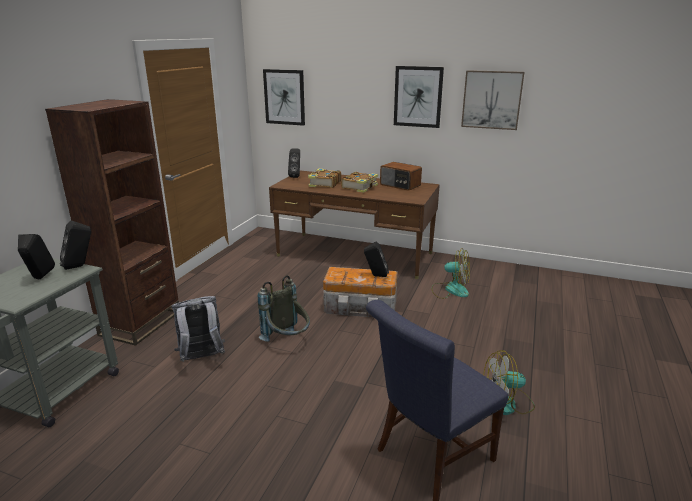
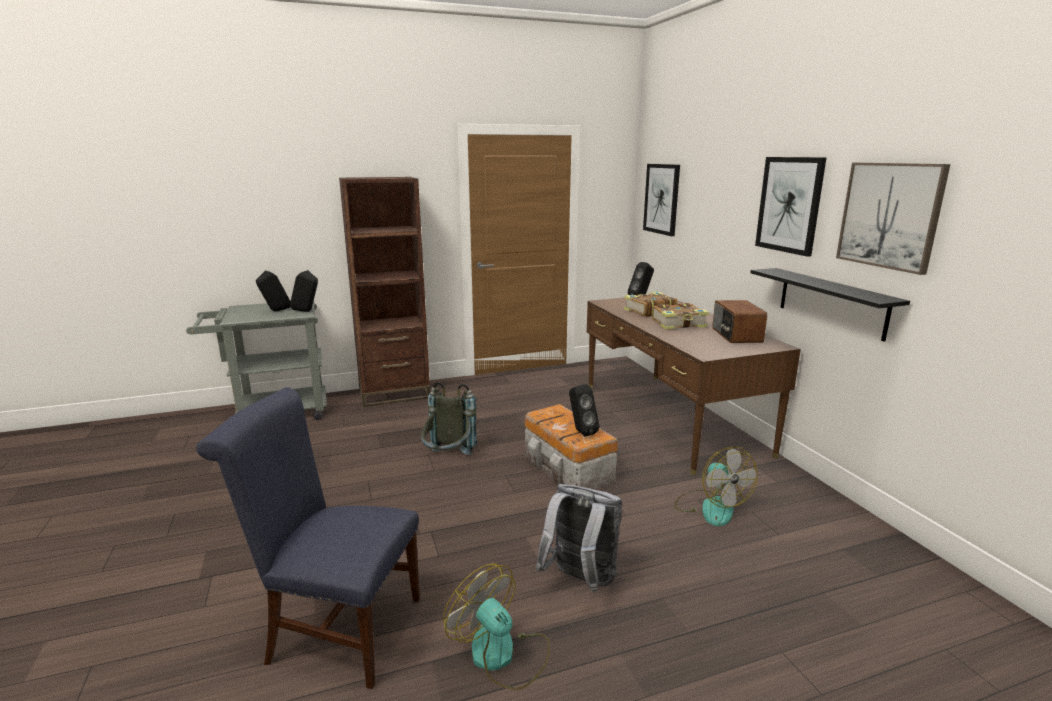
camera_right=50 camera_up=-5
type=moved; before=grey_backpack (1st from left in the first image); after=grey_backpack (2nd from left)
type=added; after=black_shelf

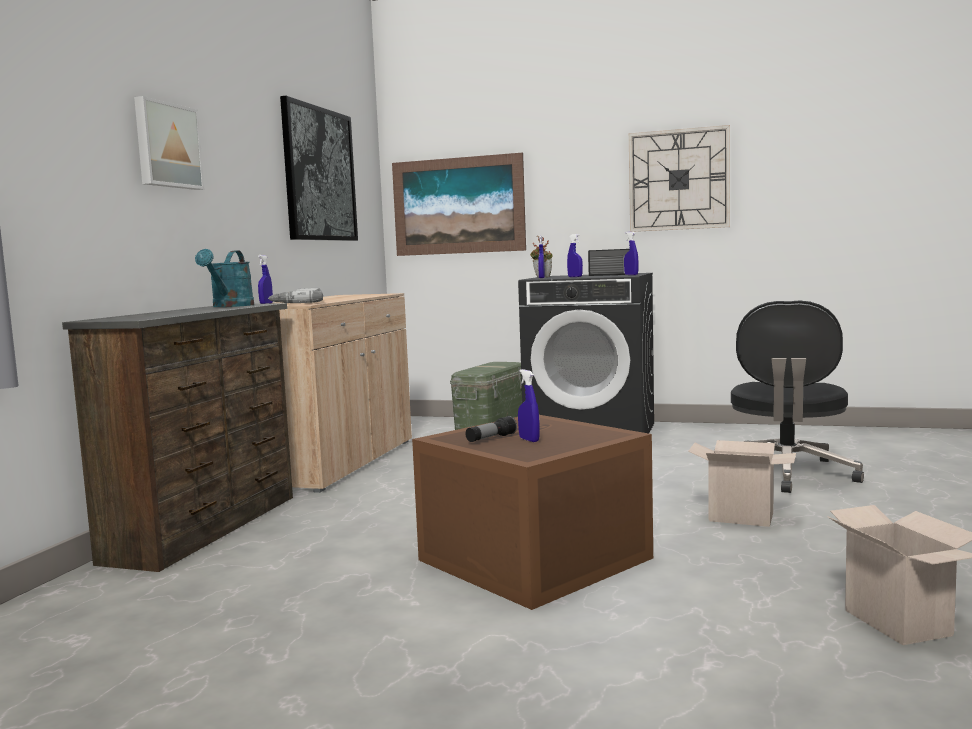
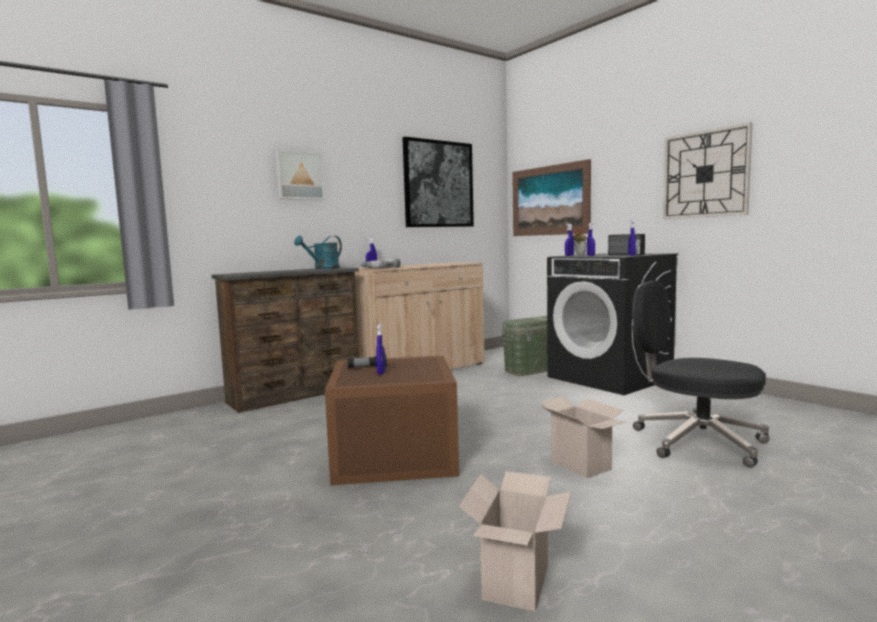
camera_right=35 camera_up=0
type=turned; before=black_office_chair; turn=75

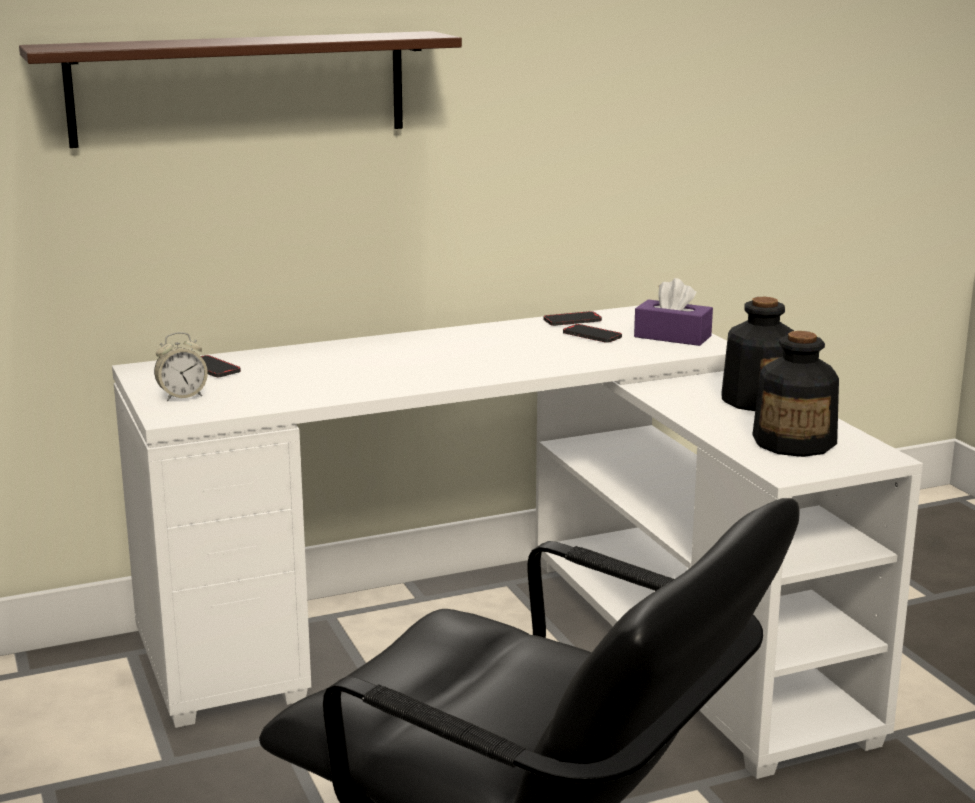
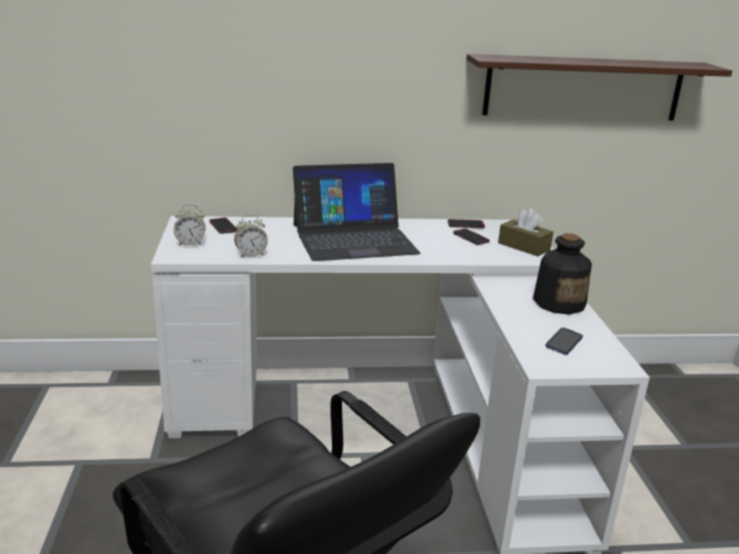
camera_right=15 camera_up=5
type=moved; before=shelf
type=recoloured; before=purple_tissue_box; after=brown_tissue_box
type=replaced; before=bottle (2nd from left); after=phone (4th from left)
type=added; after=laptop
type=added; after=alarm_clock (2nd from left)

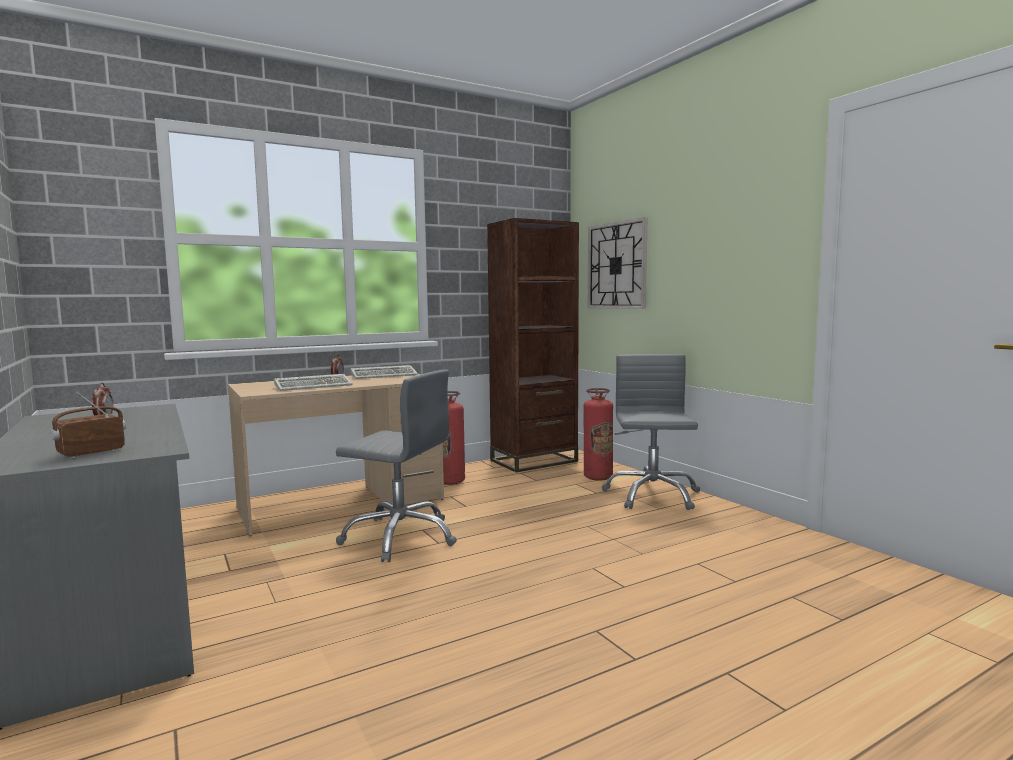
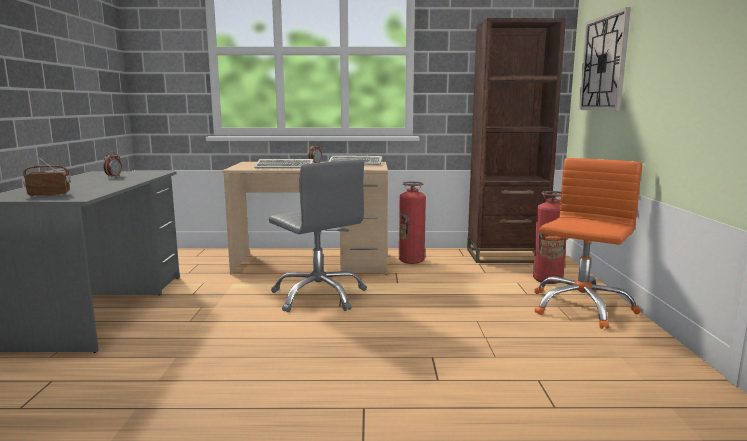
camera_right=30 camera_up=5
type=recoloured; before=grey_office_chair (2nd from left); after=orange_office_chair

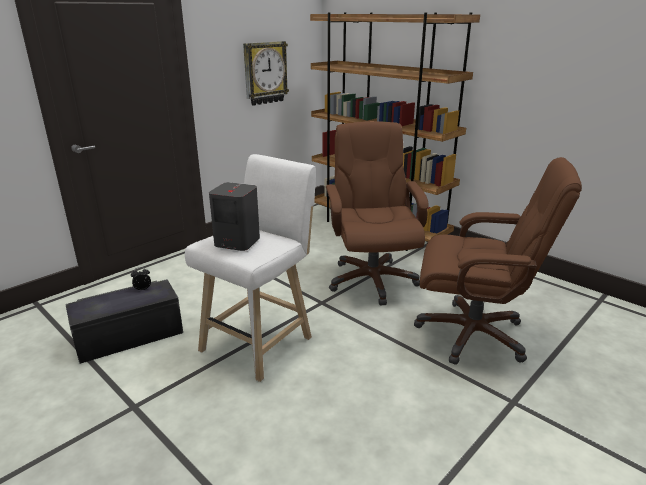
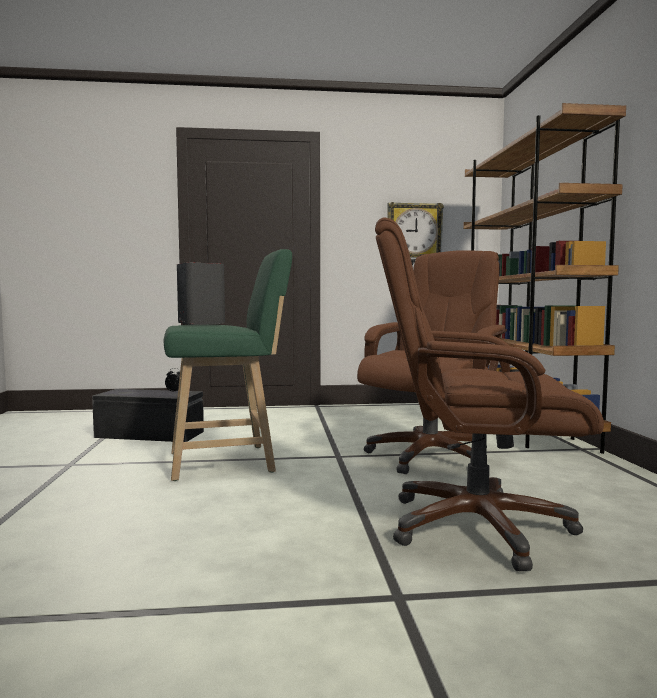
camera_right=40 camera_up=-20
type=recoloured; before=white_stool; after=green_stool
type=turned; before=brown_office_chair (2nd from left); turn=135

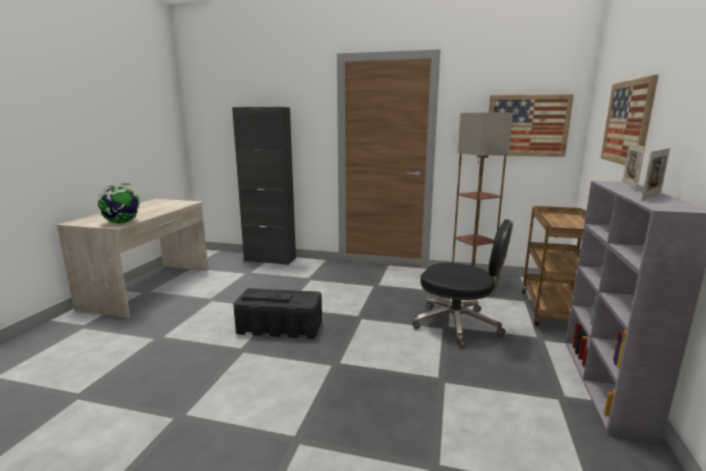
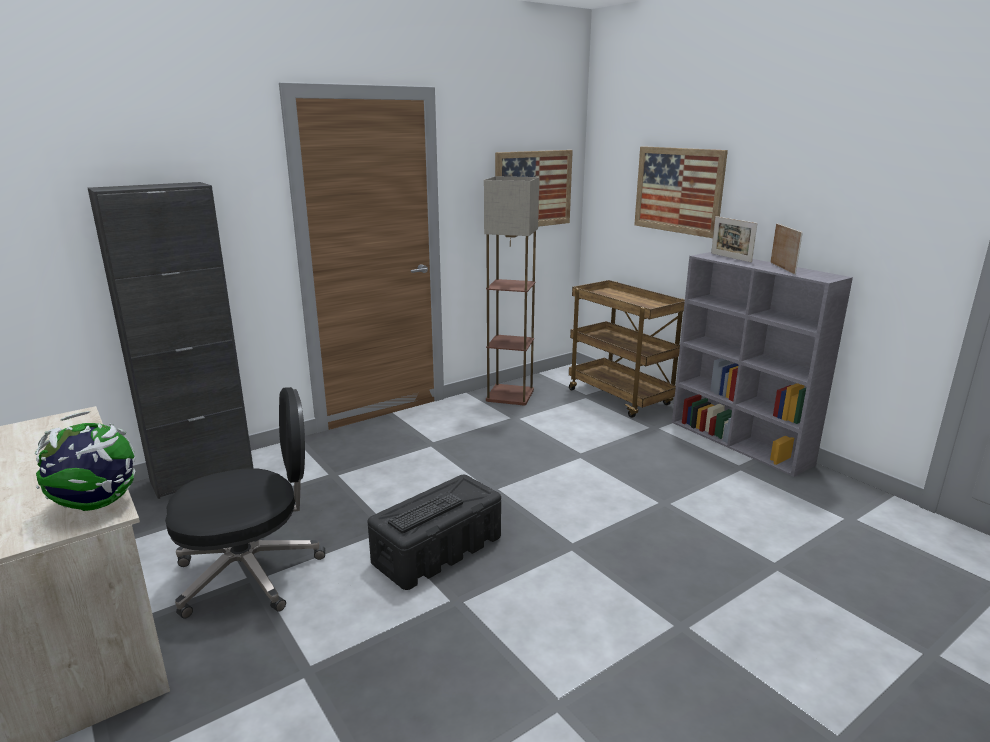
camera_right=-50 camera_up=5
type=moved; before=black_office_chair

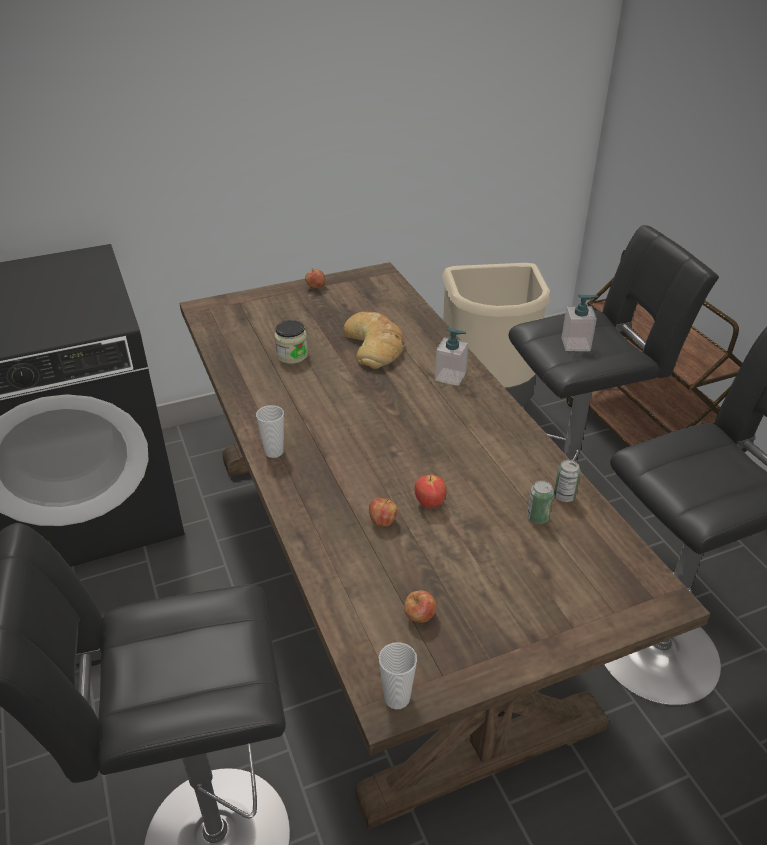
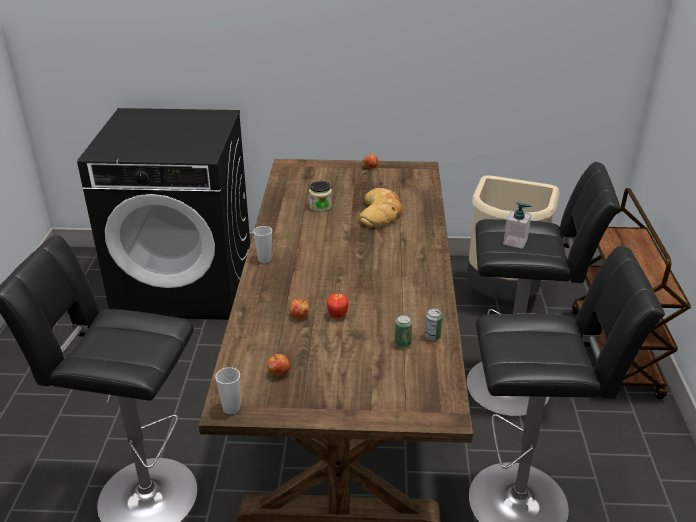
camera_right=25 camera_up=-5
type=removed; before=soap_dispenser (1st from left)

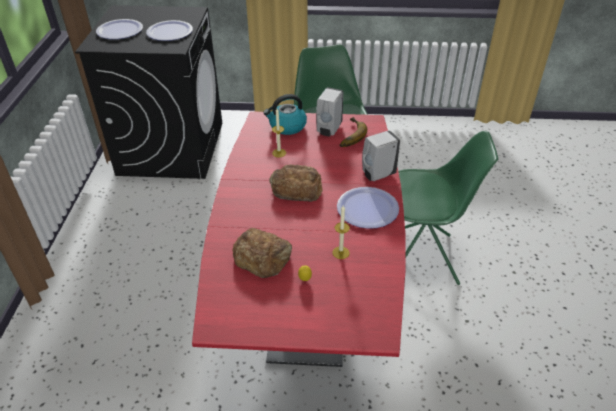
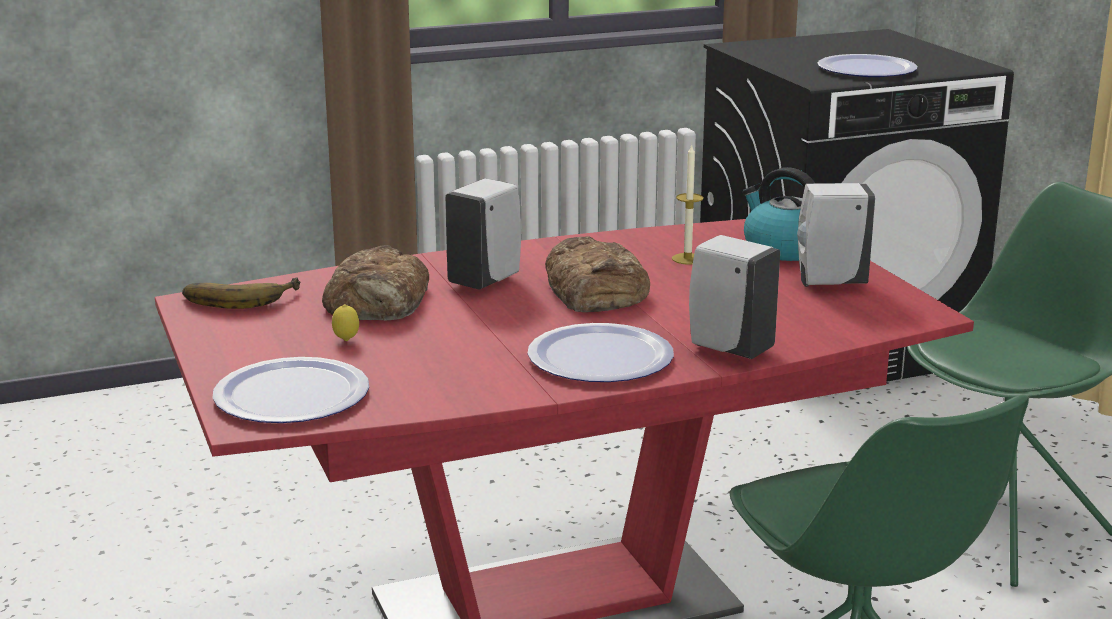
camera_right=65 camera_up=-20
type=moved; before=plate (1st from left)
type=moved; before=banana
type=removed; before=candle (2nd from left)
type=added; after=white_soap_dispenser (1st from left)

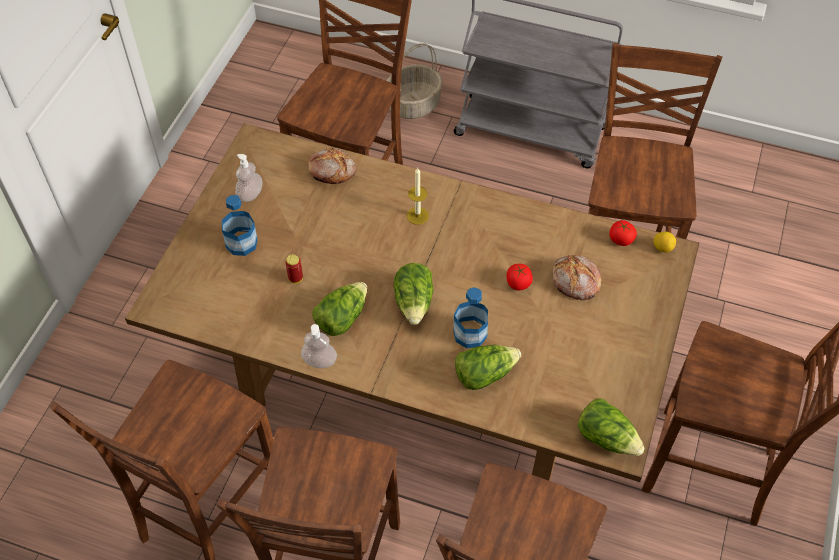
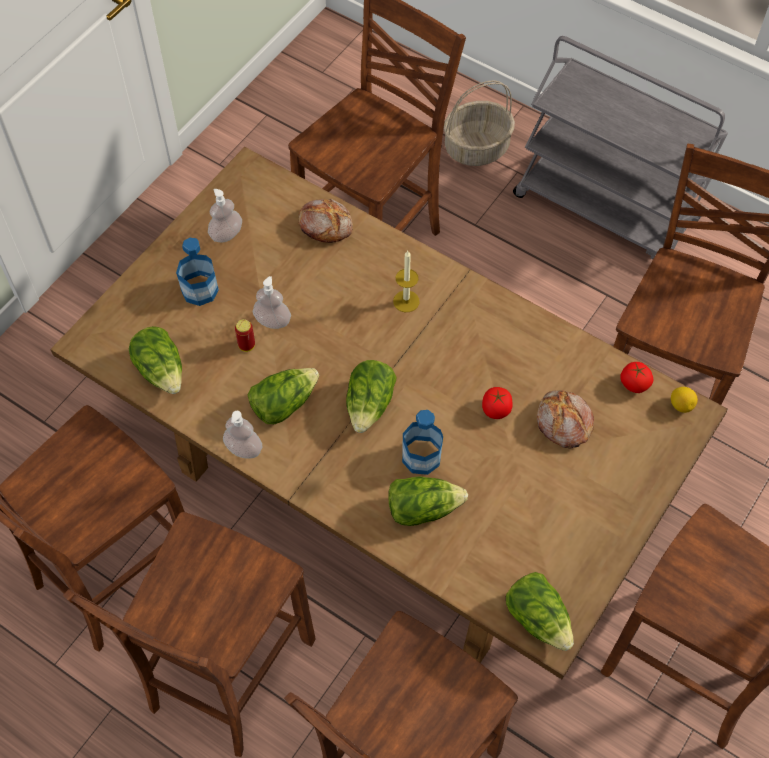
camera_right=15 camera_up=5
type=added; after=soap_dispenser (3rd from left)
type=added; after=lettuce (1st from left)

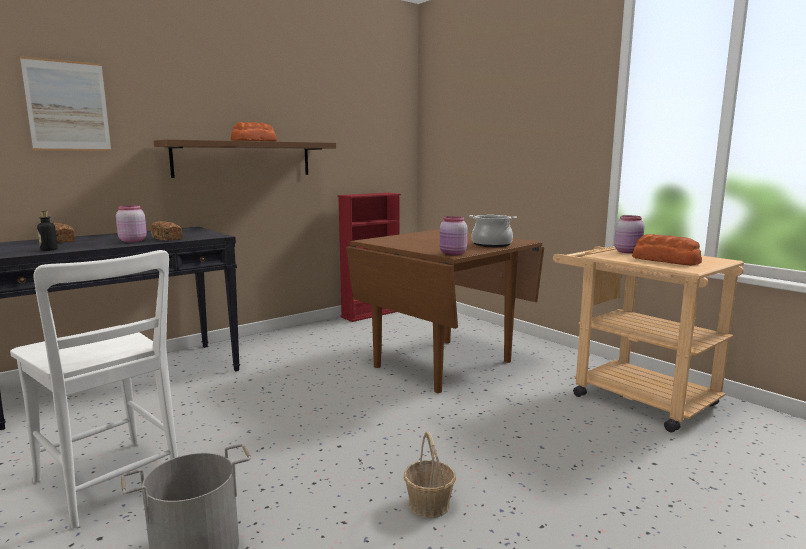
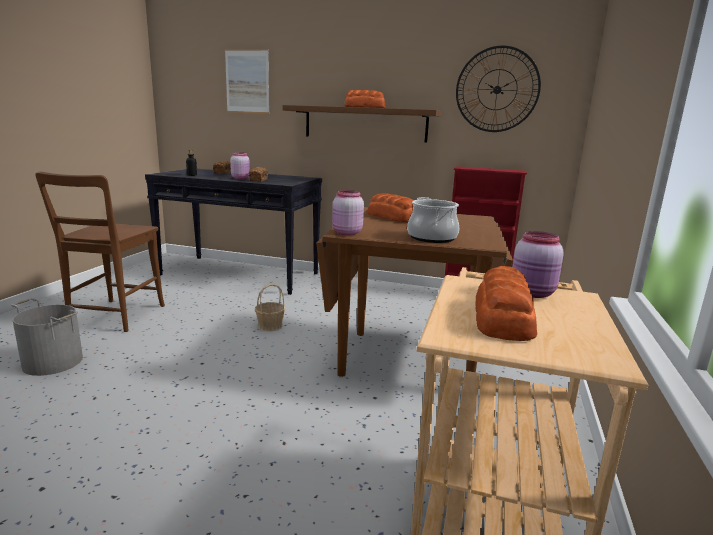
camera_right=55 camera_up=5
type=recoloured; before=white_chair; after=brown_chair
type=moved; before=basket
type=added; after=wall_clock
type=added; after=bread (4th from left)

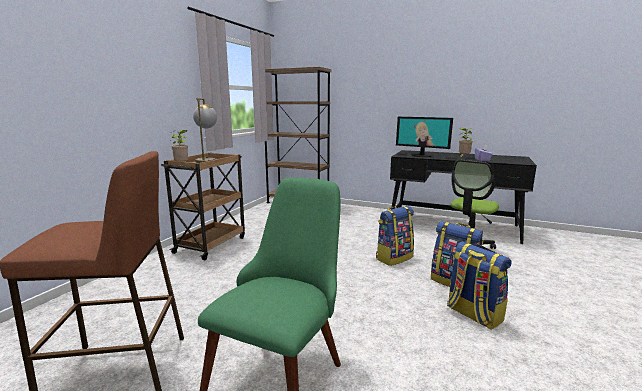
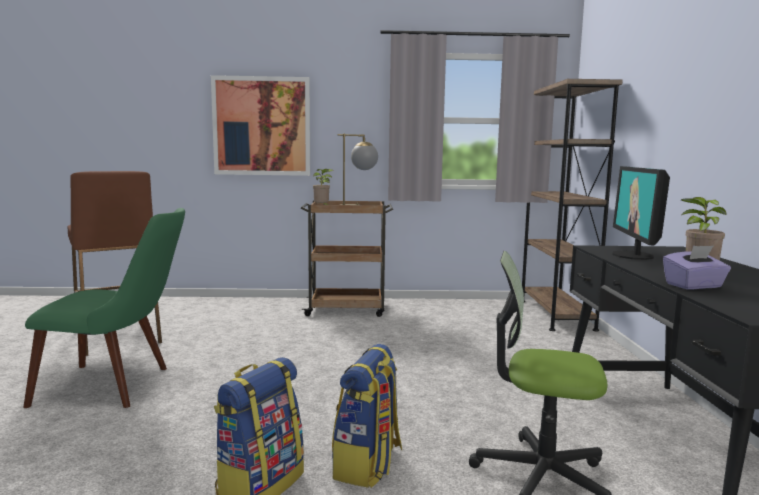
camera_right=65 camera_up=-5
type=removed; before=backpack (1st from left)
type=added; after=picture

